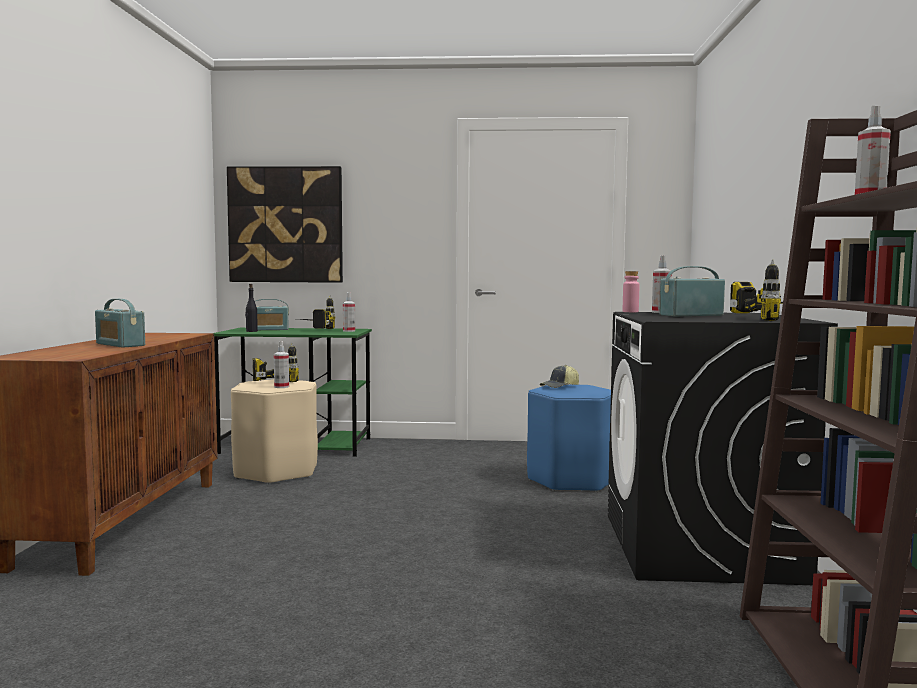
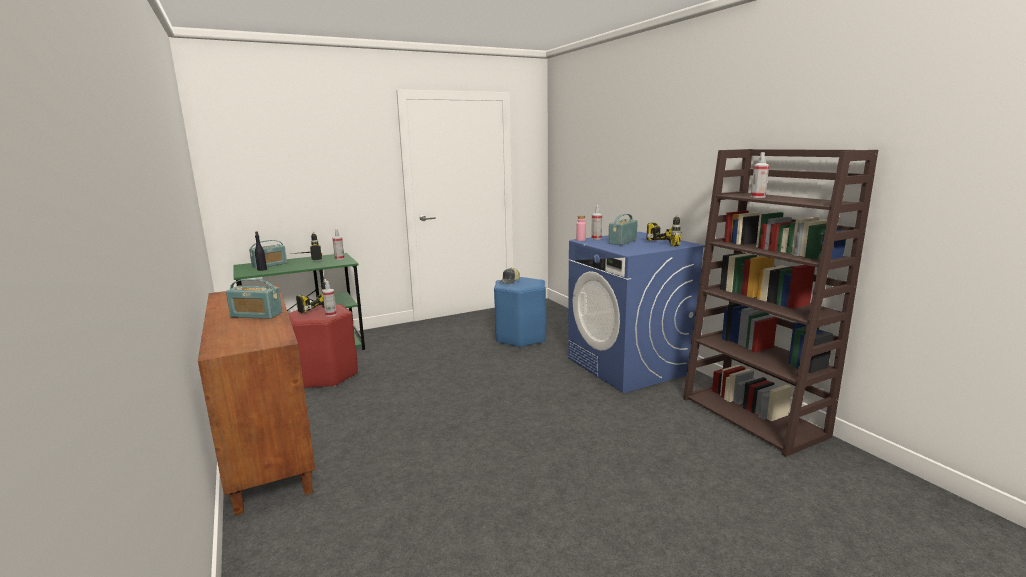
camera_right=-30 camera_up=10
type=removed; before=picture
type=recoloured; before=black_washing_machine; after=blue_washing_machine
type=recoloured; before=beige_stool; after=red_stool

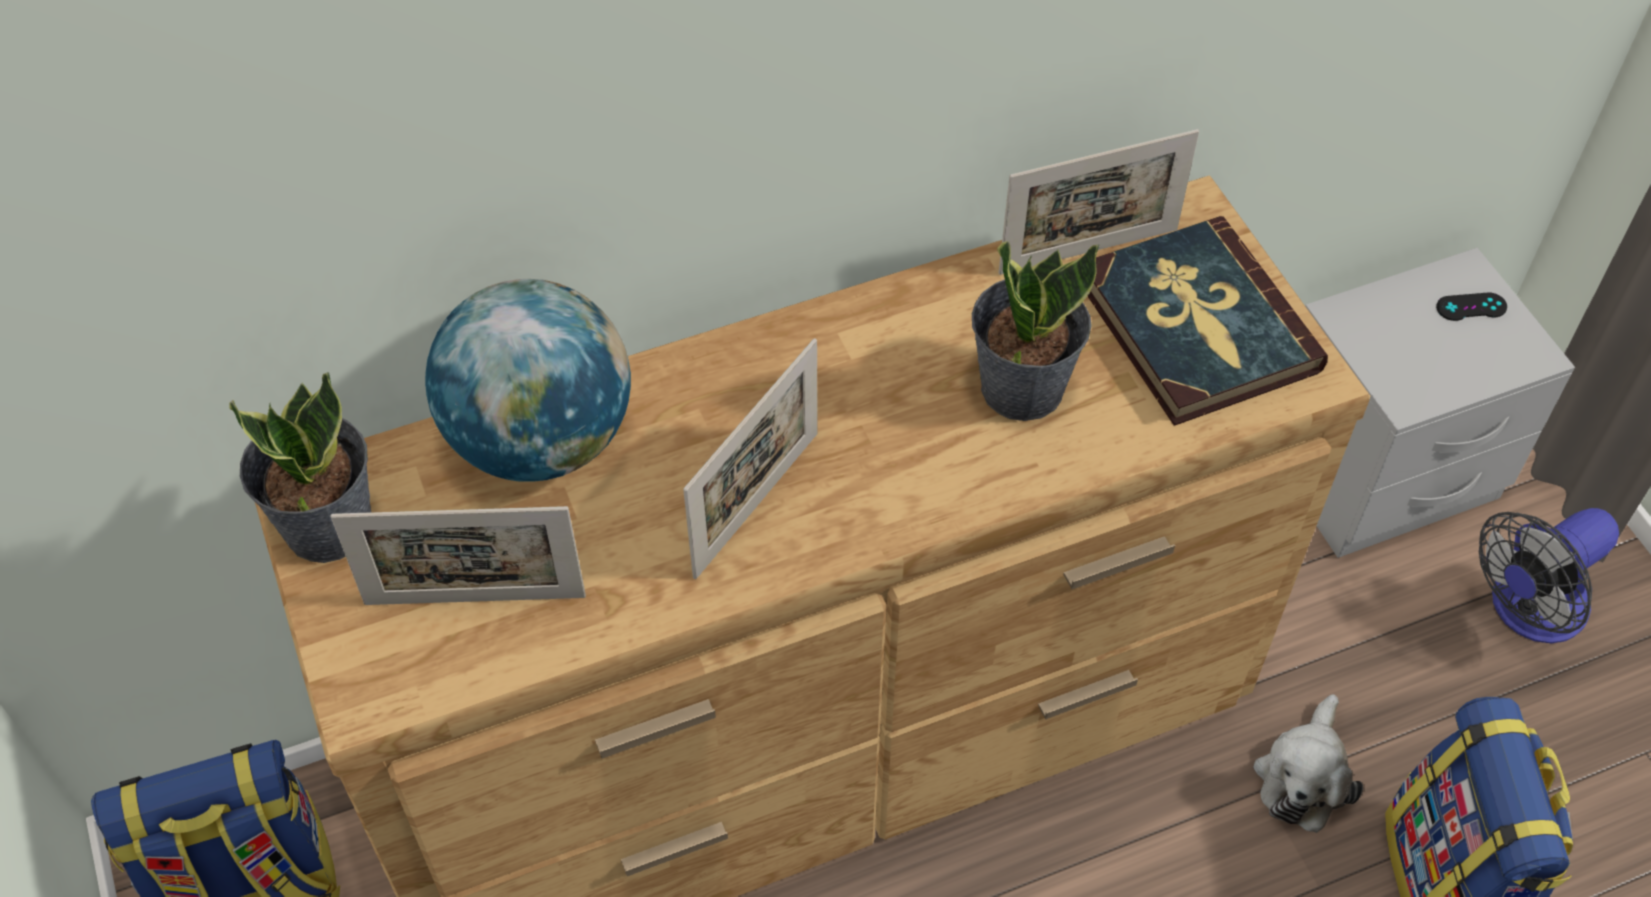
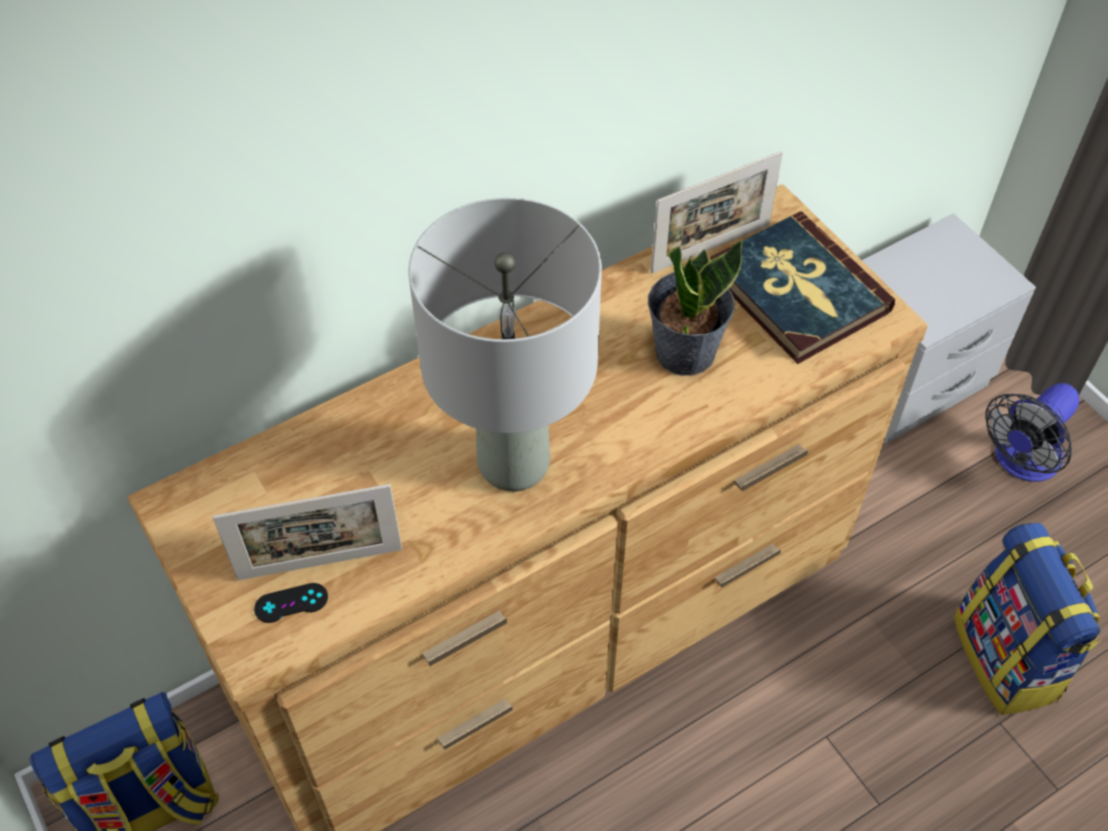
camera_right=-10 camera_up=0
type=removed; before=globe
type=moved; before=black_game_controller
type=replaced; before=picture_frame (2nd from left); after=grey_table_lamp
type=removed; before=potted_plant (1st from left)
type=removed; before=plush_toy

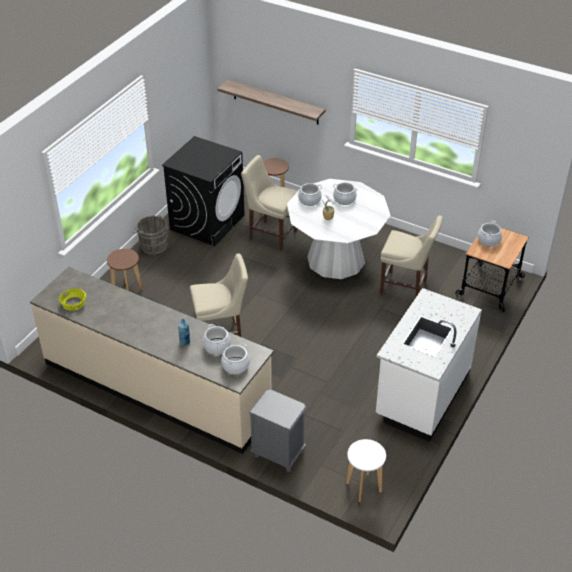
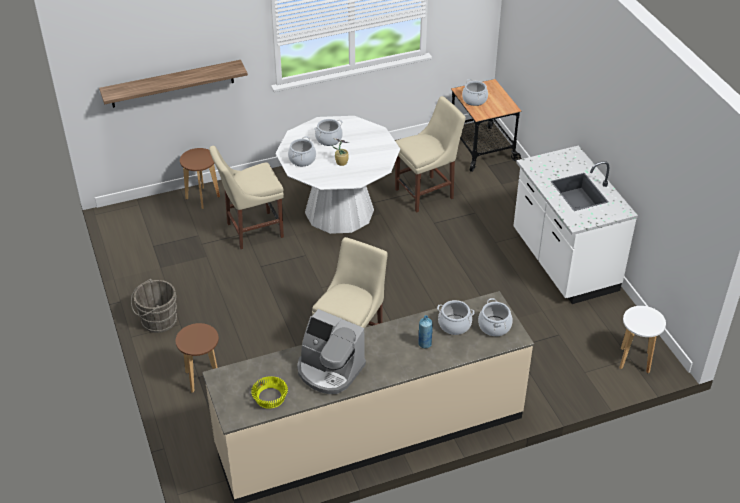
camera_right=-50 camera_up=0
type=removed; before=black_washing_machine
type=removed; before=grey_nightstand
type=added; after=coffee_machine

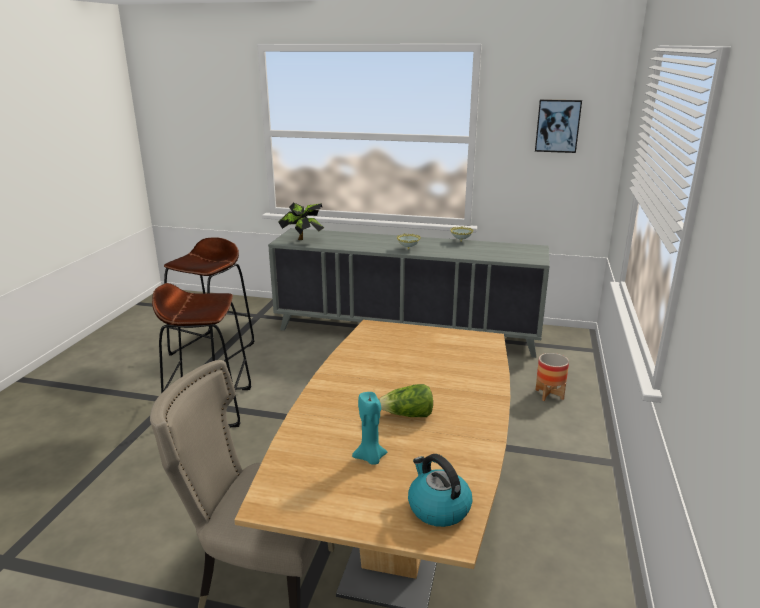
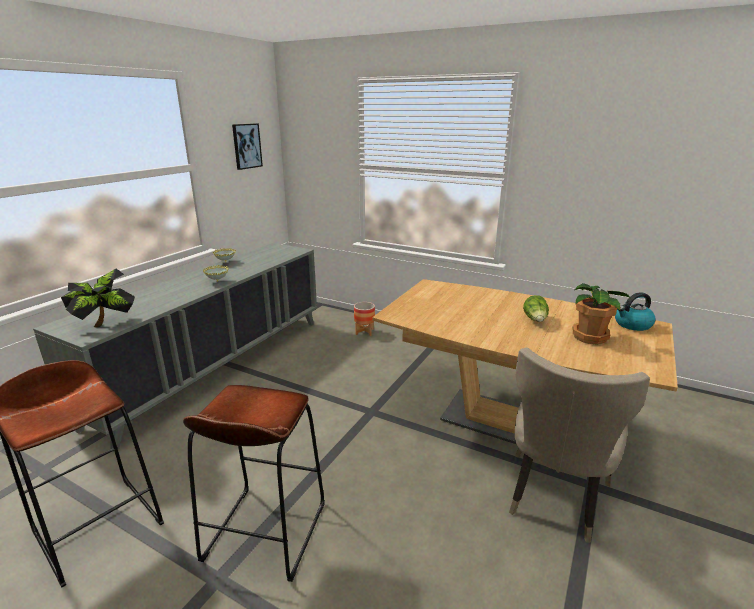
camera_right=-75 camera_up=0
type=replaced; before=turquoise_candle; after=potted_plant (2nd from left)

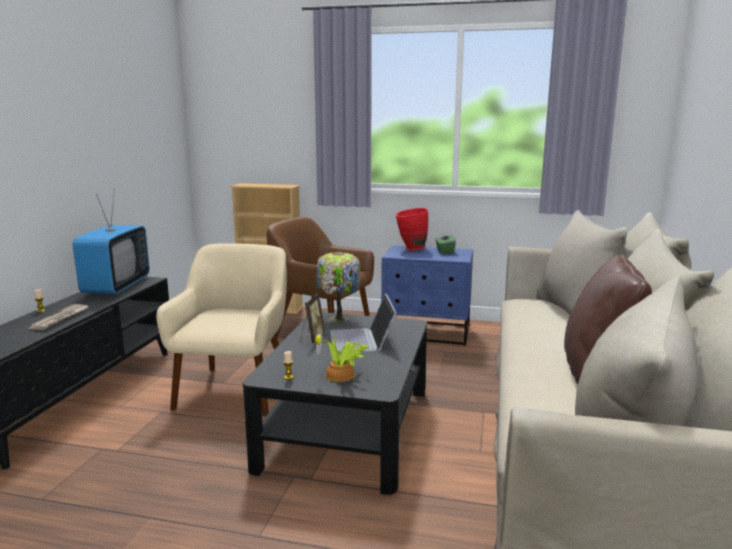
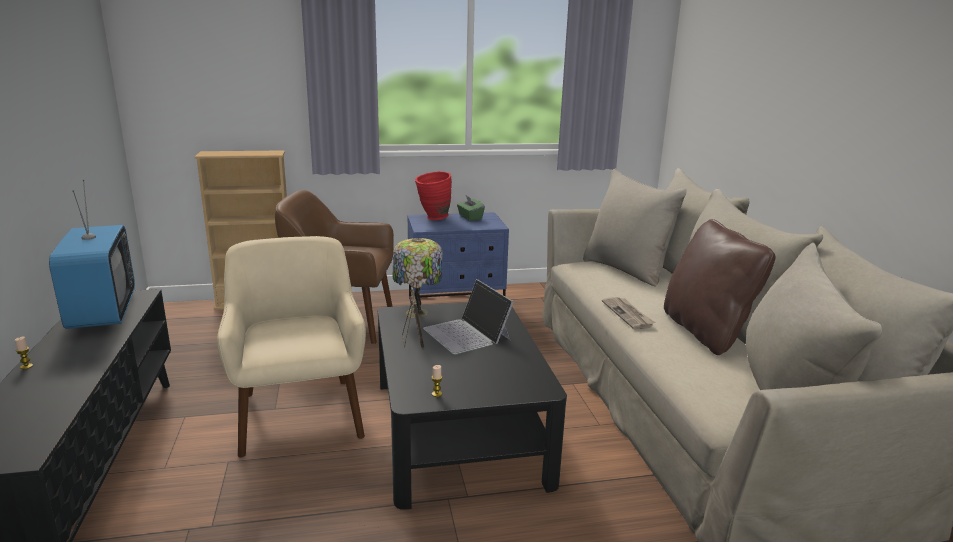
camera_right=-25 camera_up=5
type=moved; before=newspaper
type=removed; before=potted_plant

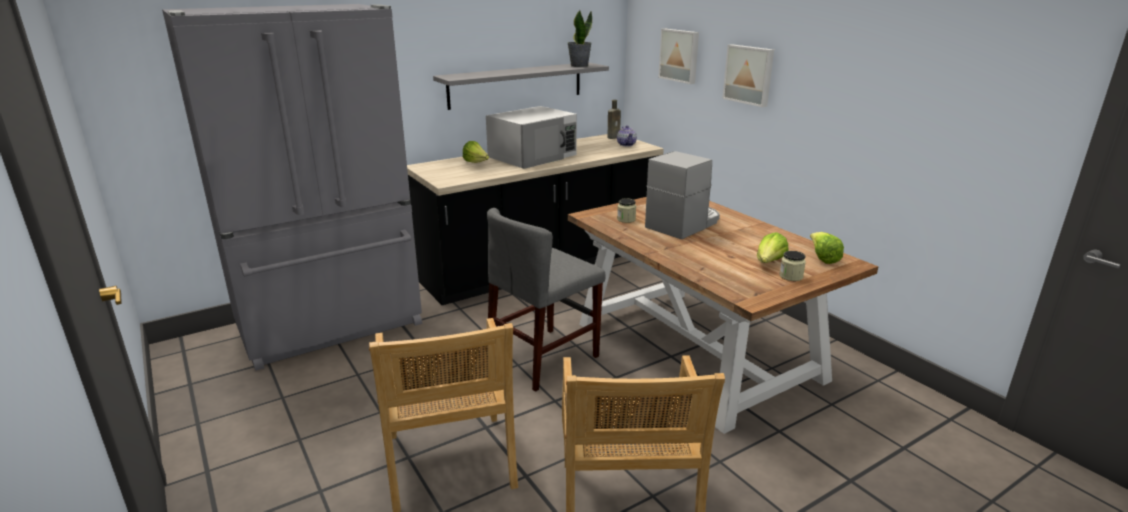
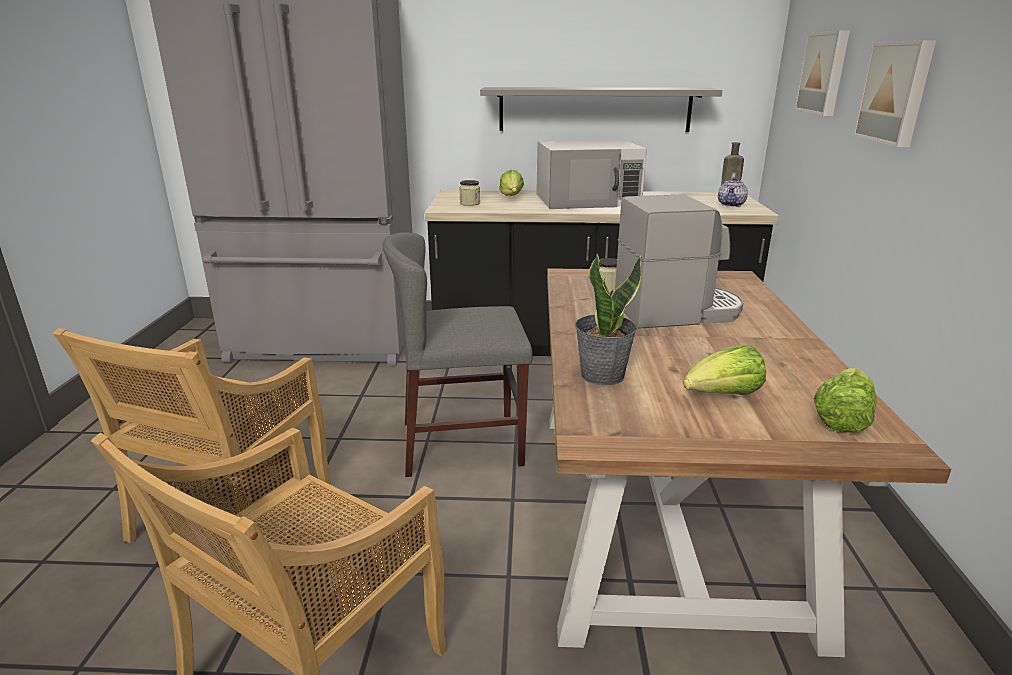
camera_right=35 camera_up=0
type=moved; before=potted_plant
type=moved; before=jar (2nd from left in the first image); after=jar (1st from left)

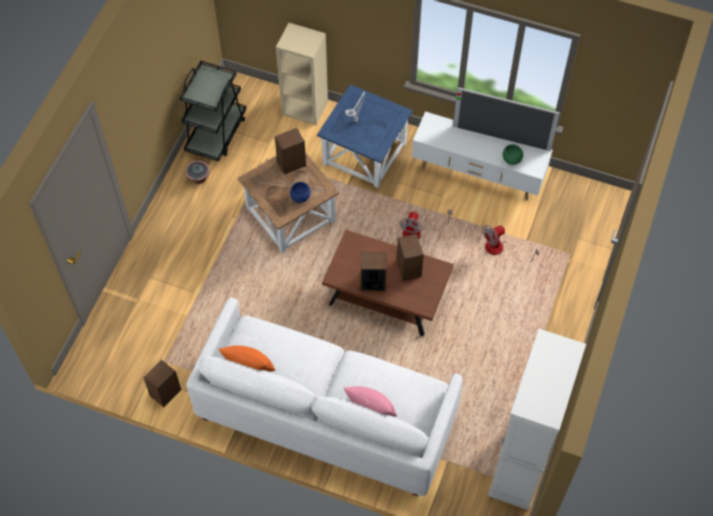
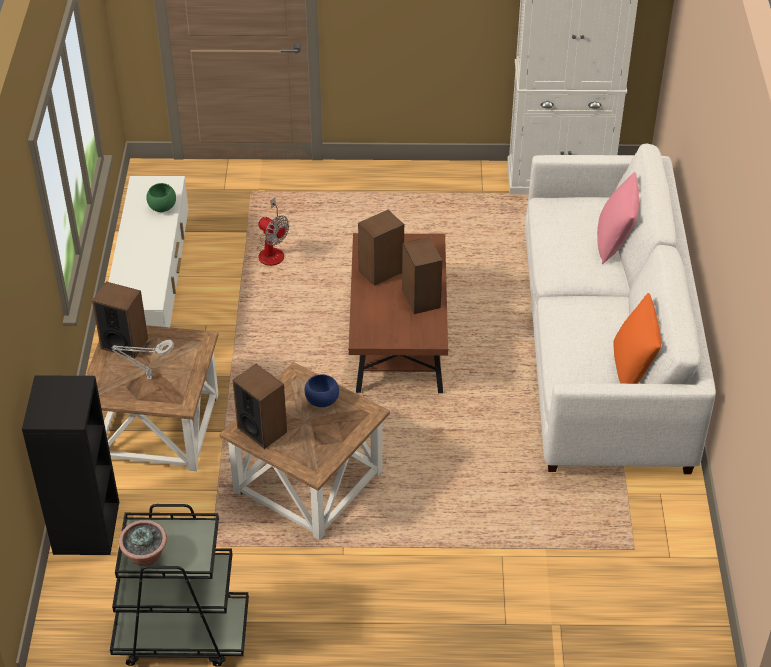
camera_right=-110 camera_up=-15
type=recoloured; before=beige_bookcase; after=black_bookcase
type=recoloured; before=blue_side_table; after=brown_side_table (1st from left)
type=removed; before=television
type=moved; before=potted_plant
type=removed; before=fan (1st from left)
type=moved; before=speaker (1st from left)

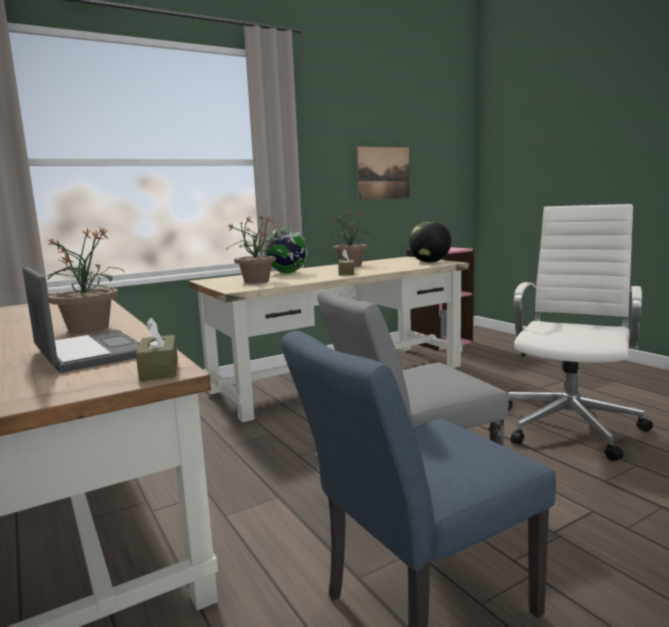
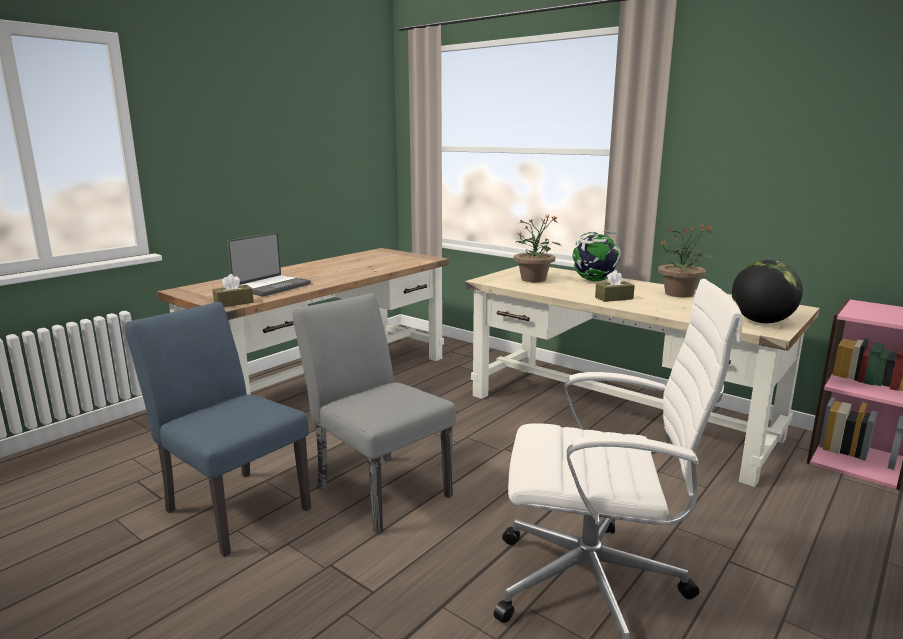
camera_right=70 camera_up=5
type=removed; before=picture
type=removed; before=potted_plant (1st from left)

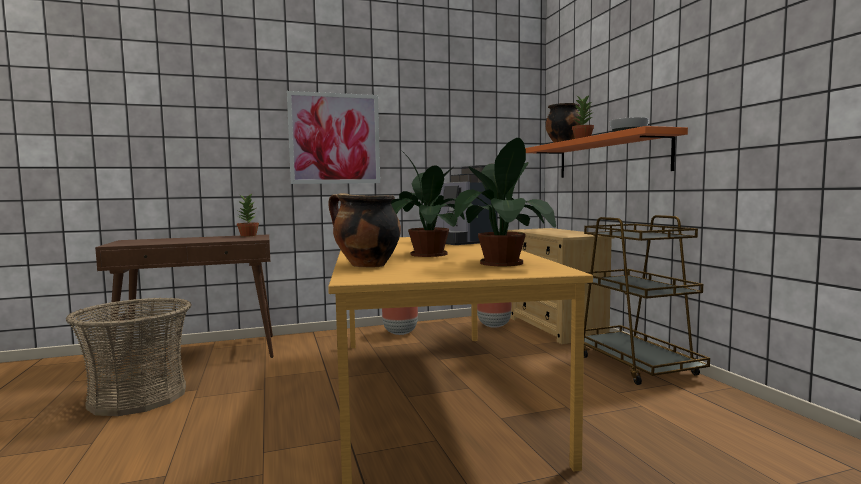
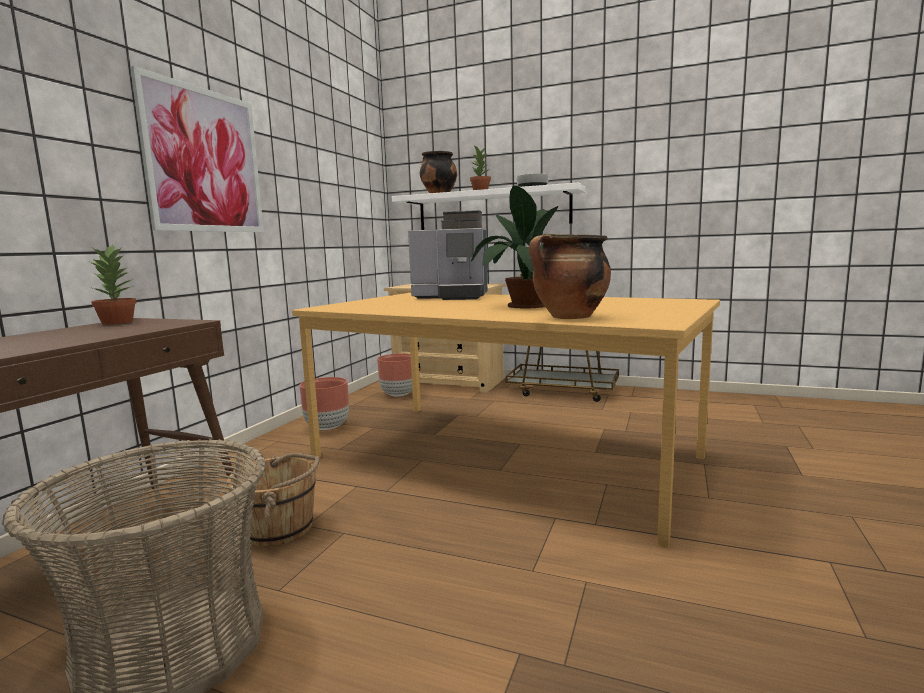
camera_right=-50 camera_up=5
type=recoloured; before=orange_shelf; after=white_shelf
type=removed; before=potted_plant (3rd from left)
type=added; after=brown_bucket

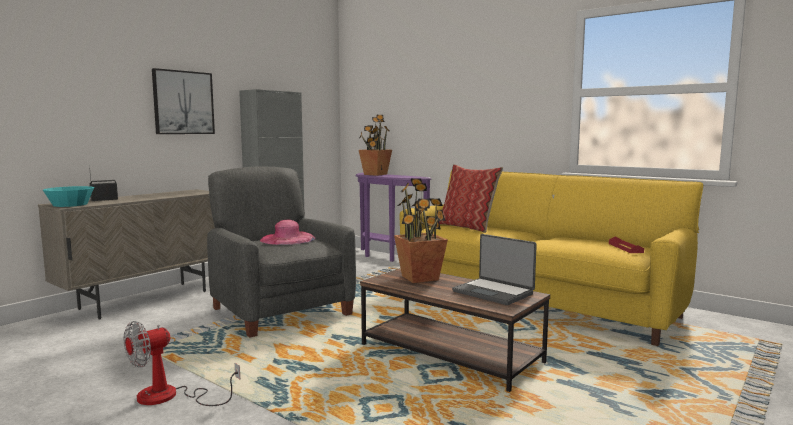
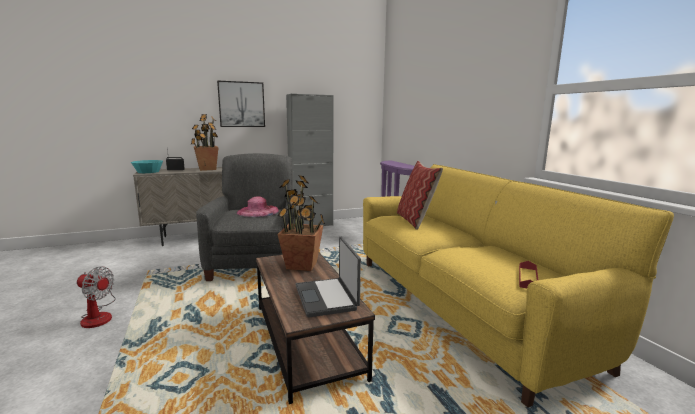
camera_right=30 camera_up=5
type=moved; before=potted_plant (1st from left)
type=turned; before=fan; turn=-150

